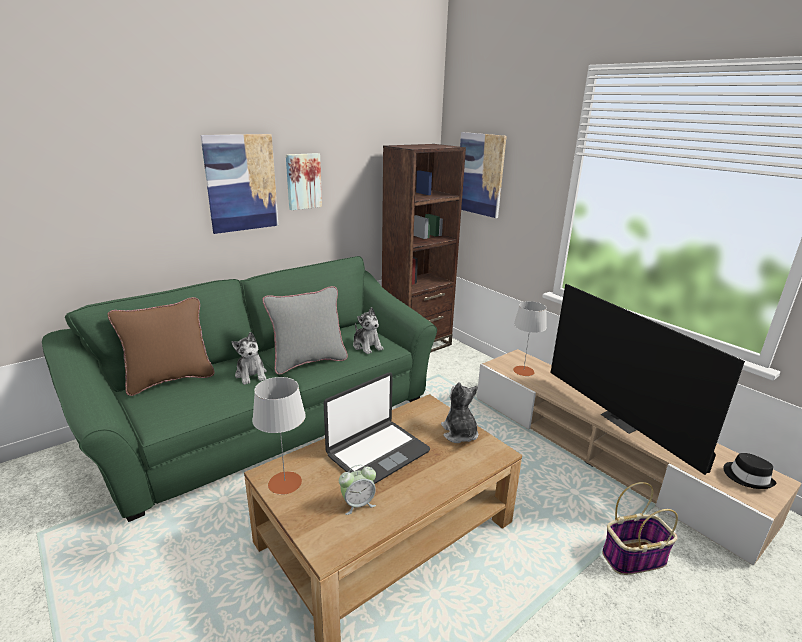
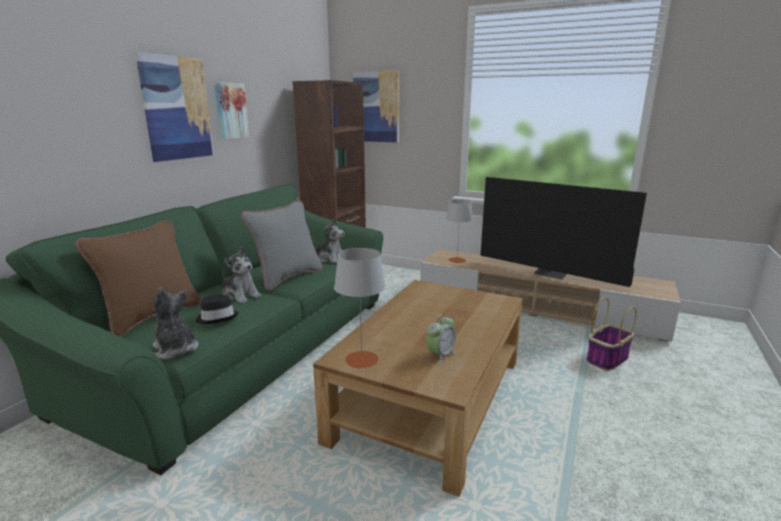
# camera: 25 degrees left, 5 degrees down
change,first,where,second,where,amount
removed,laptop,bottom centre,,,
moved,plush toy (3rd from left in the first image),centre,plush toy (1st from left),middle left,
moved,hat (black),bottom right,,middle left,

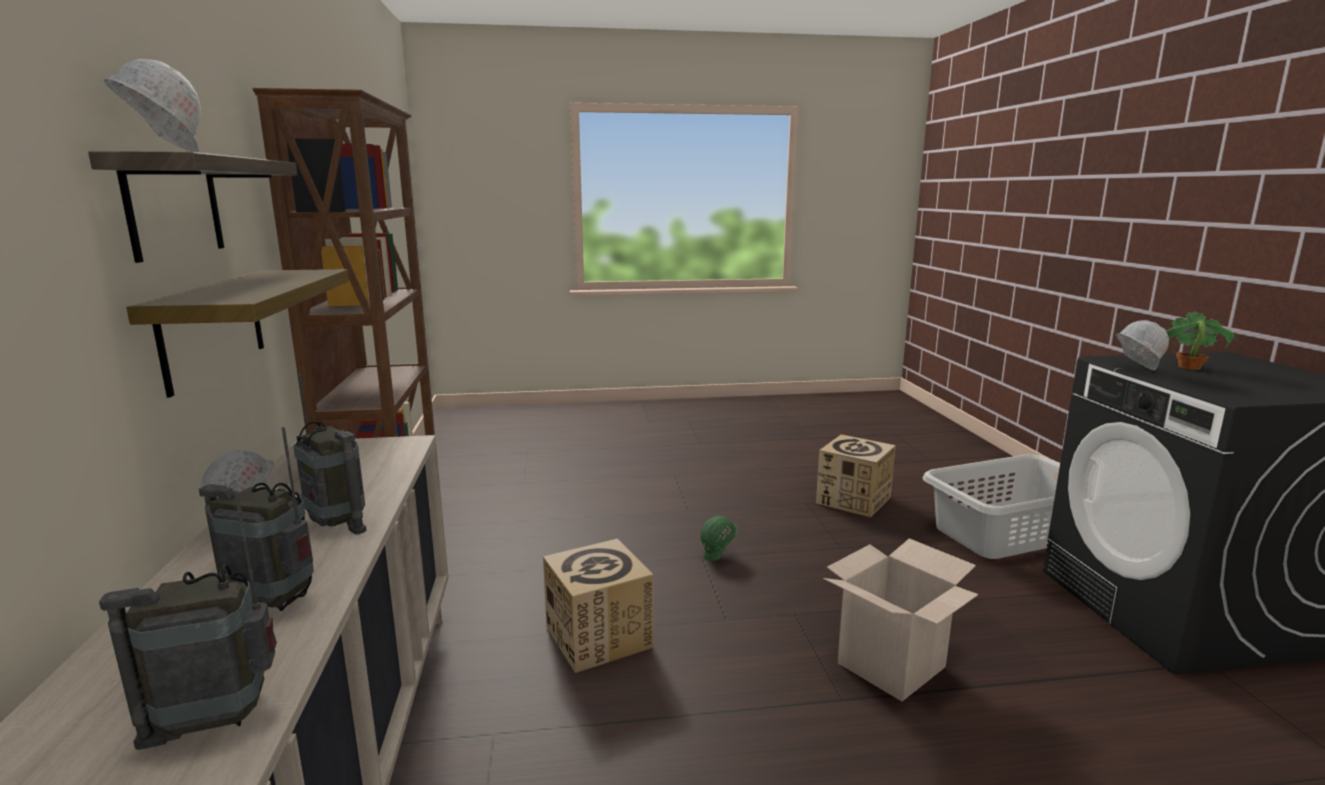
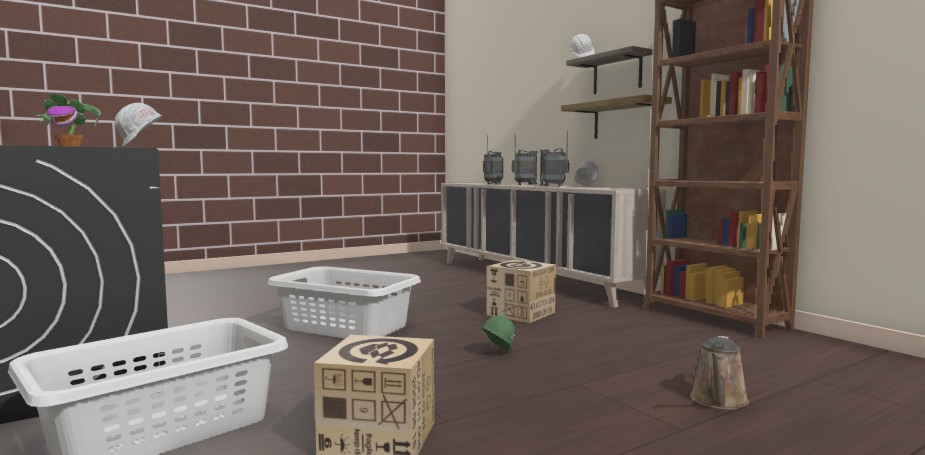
# camera: 155 degrees right, 10 degrees down
change,first,where,second,where,amount
replaced,cardboard box (3rd from left),bottom right,laundry basket (grey) (2nd from left),centre,
added,,,watering can (brown),bottom right,

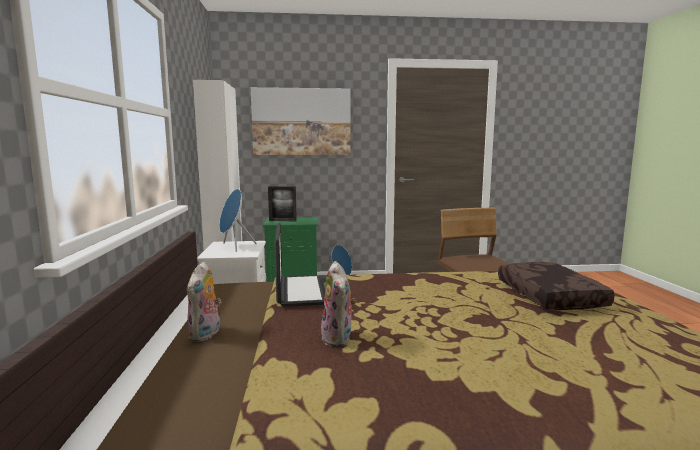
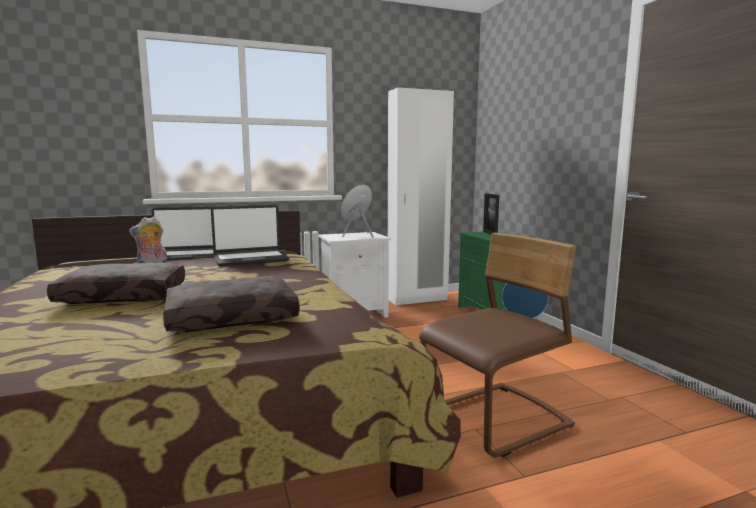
# camera: 75 degrees right, 0 degrees up
change,first,where,second,where,amount
removed,picture,top centre,,,
replaced,plush toy (1st from left),bottom left,laptop (1st from left),middle left,
added,,,pillow (brown) (1st from left),middle left,

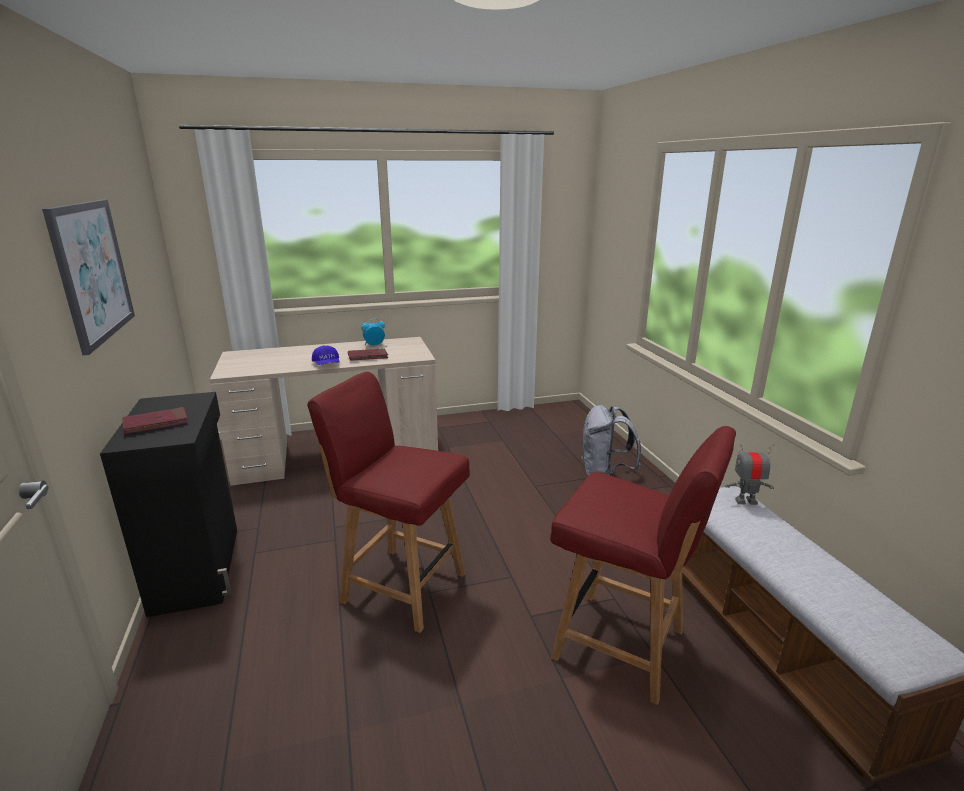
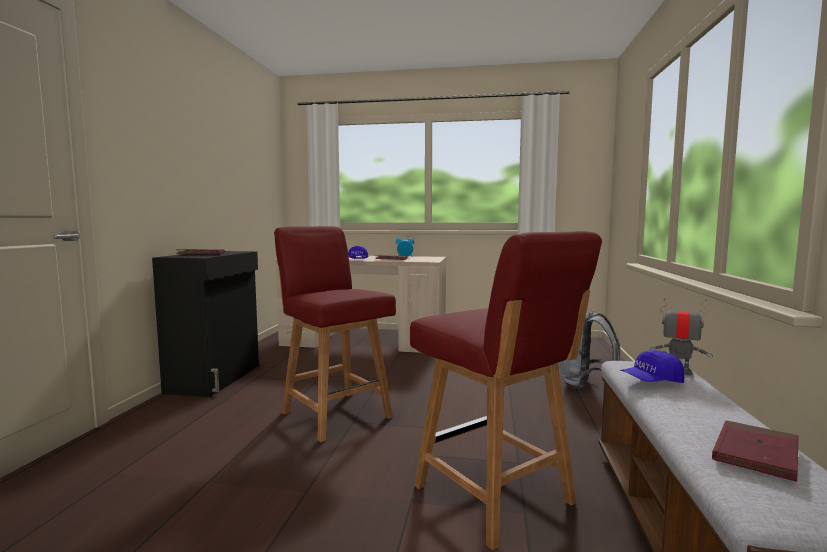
# camera: 25 degrees right, 15 degrees down
change,first,where,second,where,amount
removed,picture,middle left,,,
added,,,cap (blue) (2nd from left),middle right,
added,,,book (red) (3rd from left),bottom right,

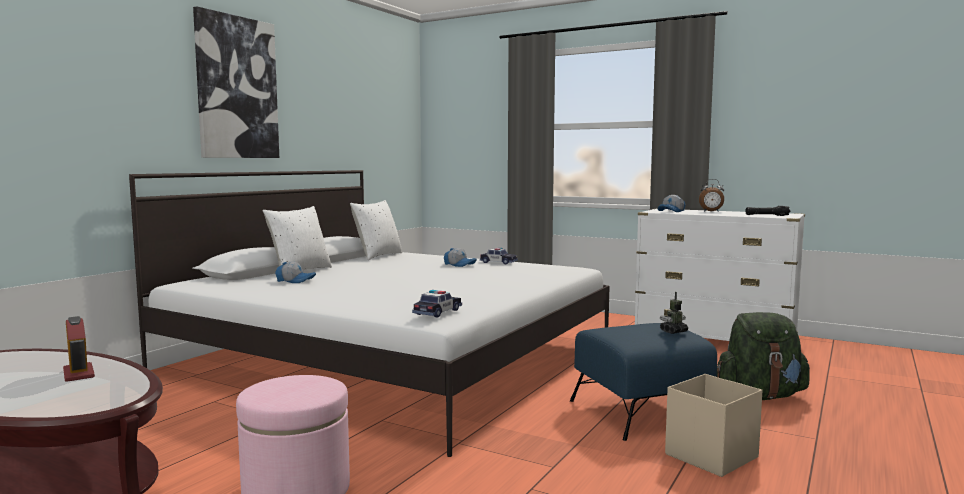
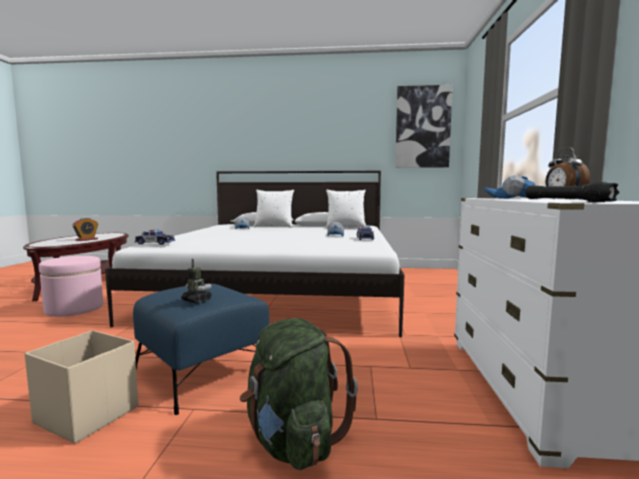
# camera: 65 degrees right, 0 degrees up
change,first,where,second,where,amount
moved,picture,top left,,top centre,

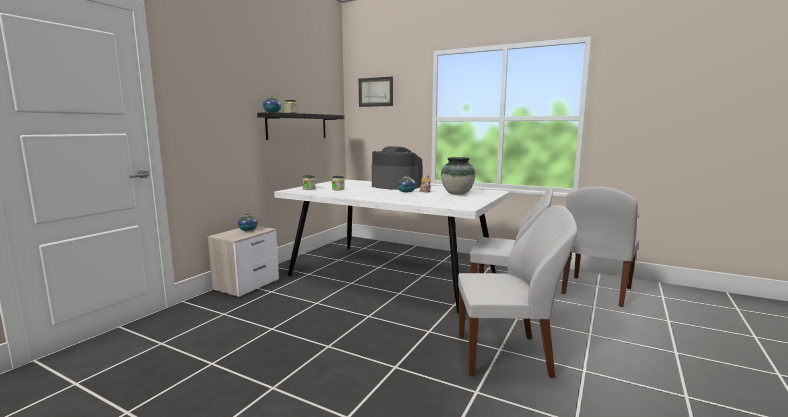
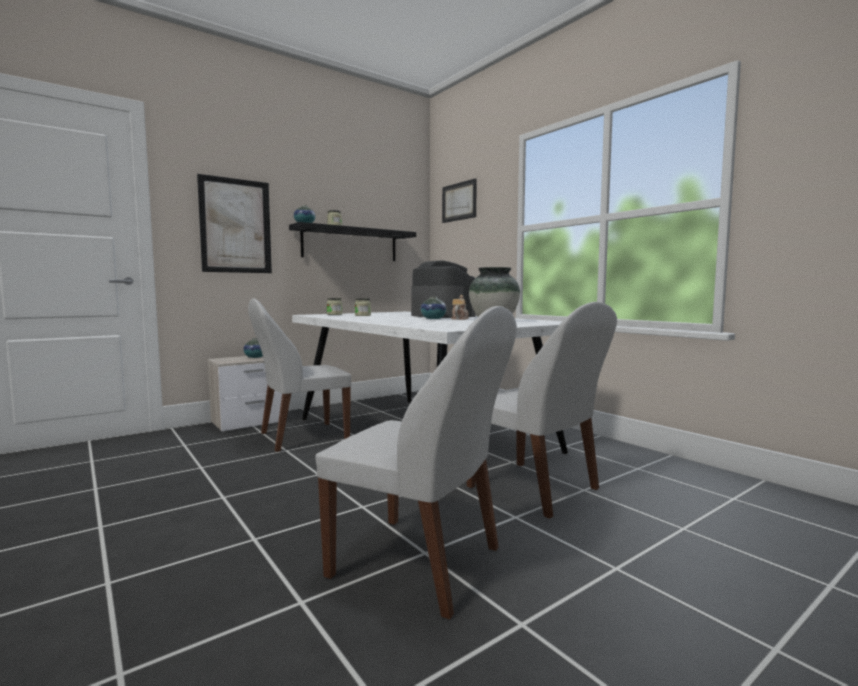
# camera: 25 degrees right, 5 degrees down
change,first,where,second,where,amount
moved,chair (white) (3rd from left in the first image),middle right,chair (white) (1st from left),centre,
added,,,picture (1st from left),top left,

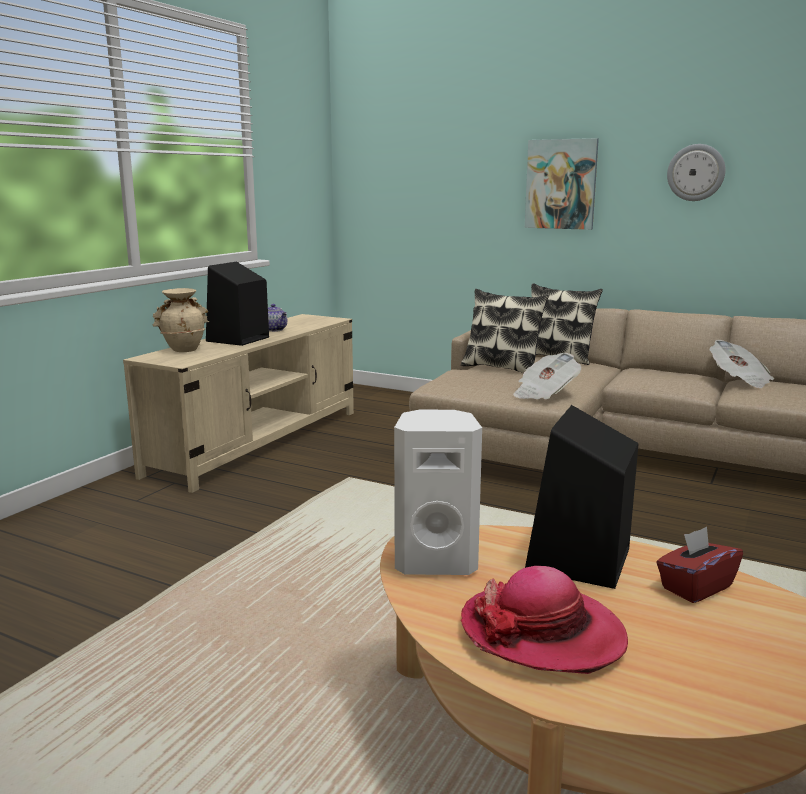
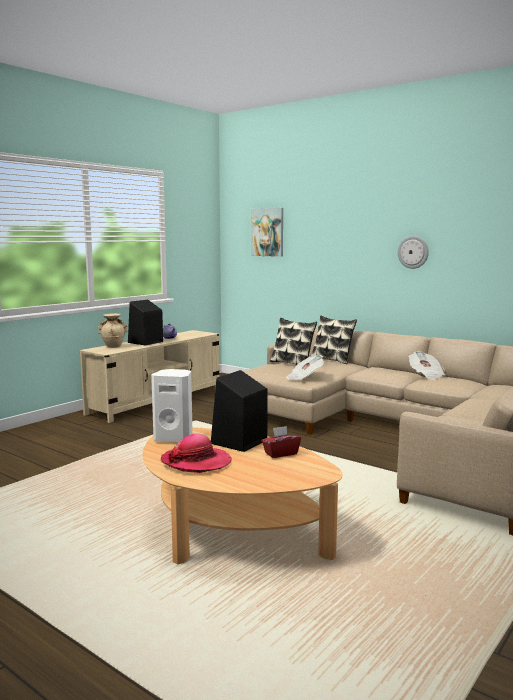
# camera: 10 degrees right, 5 degrees down
change,first,where,second,where,amount
moved,picture,top right,,top centre,

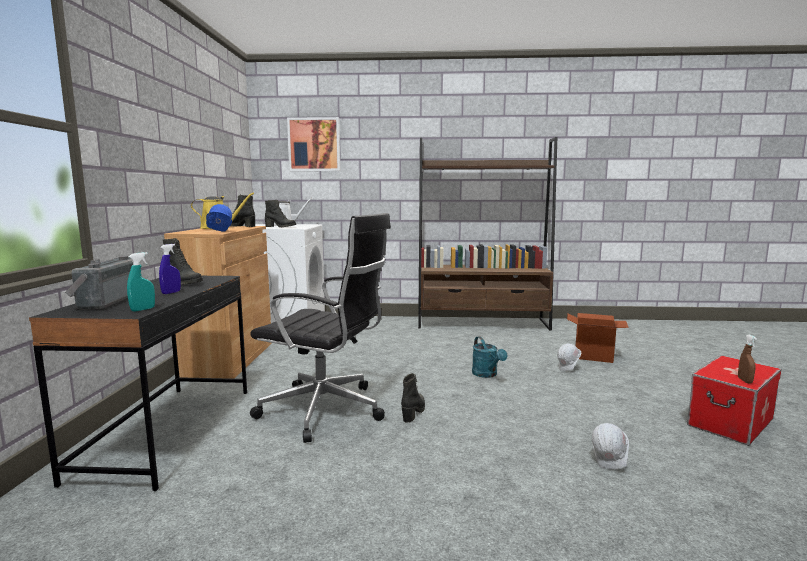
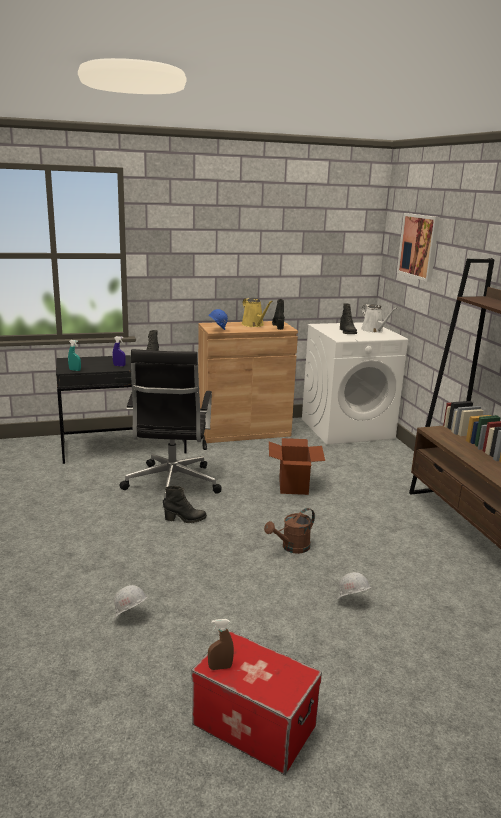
# camera: 70 degrees right, 10 degrees up
change,first,where,second,where,amount
removed,radio,middle left,,,
moved,cardboard box,middle right,,centre,
recoloured,watering can (turquoise),centre,watering can (brown),centre,

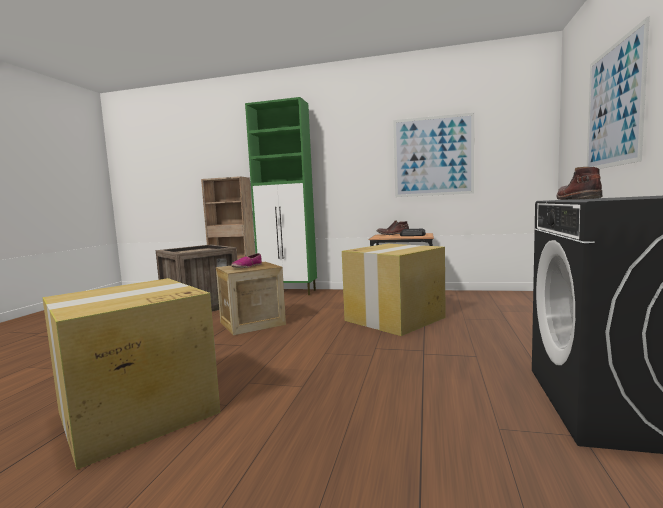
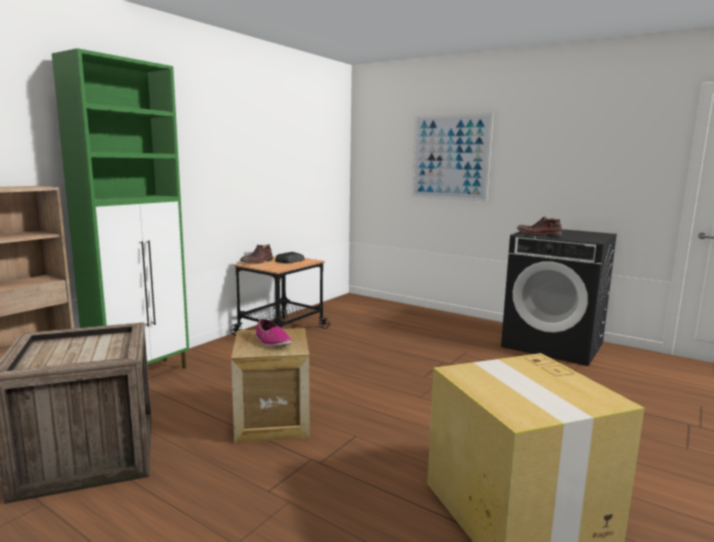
# camera: 70 degrees left, 5 degrees up
change,first,where,second,where,amount
removed,picture (1st from left),top centre,,,
removed,cardboard box (2nd from left),centre,,,

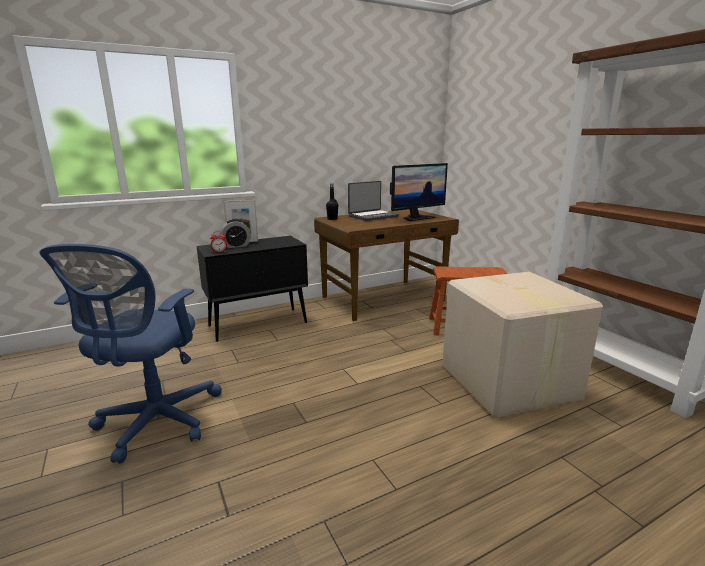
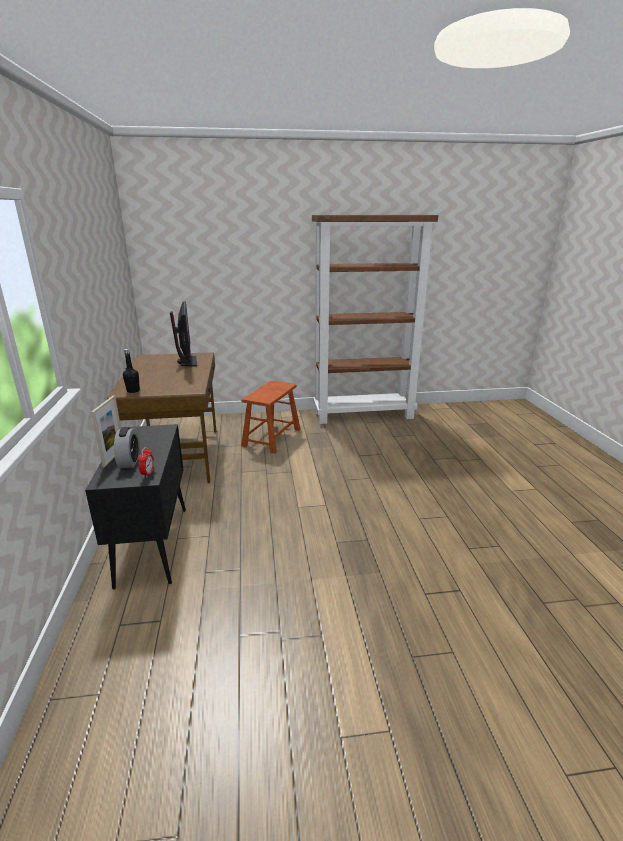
# camera: 70 degrees left, 5 degrees up
change,first,where,second,where,amount
removed,laptop,centre,,,
removed,office chair (blue),middle left,,,
removed,cardboard box,middle right,,,

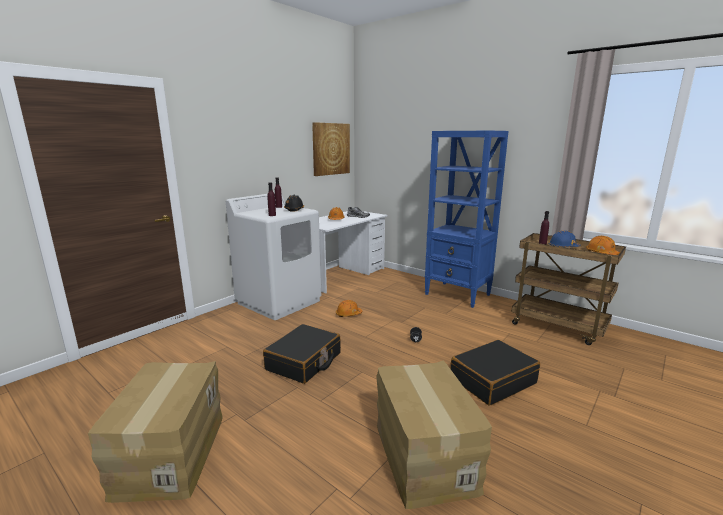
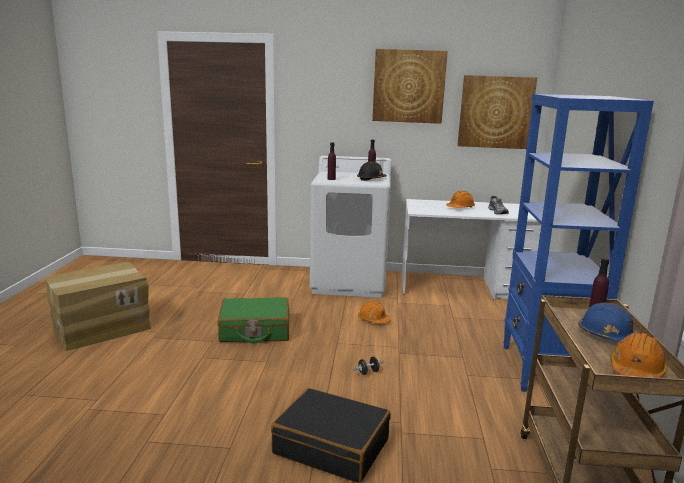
# camera: 55 degrees right, 0 degrees up
change,first,where,second,where,amount
recoloured,suitcase (black) (1st from left),bottom centre,suitcase (green),centre,
removed,cardboard box (2nd from left),bottom centre,,,
added,,,picture (1st from left),top centre,

